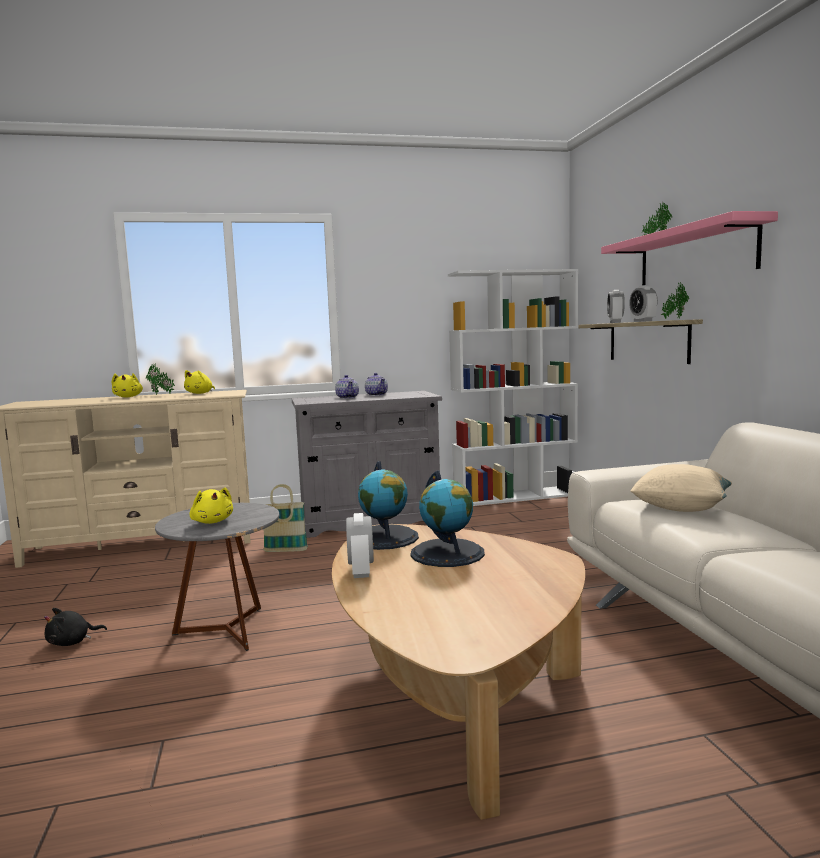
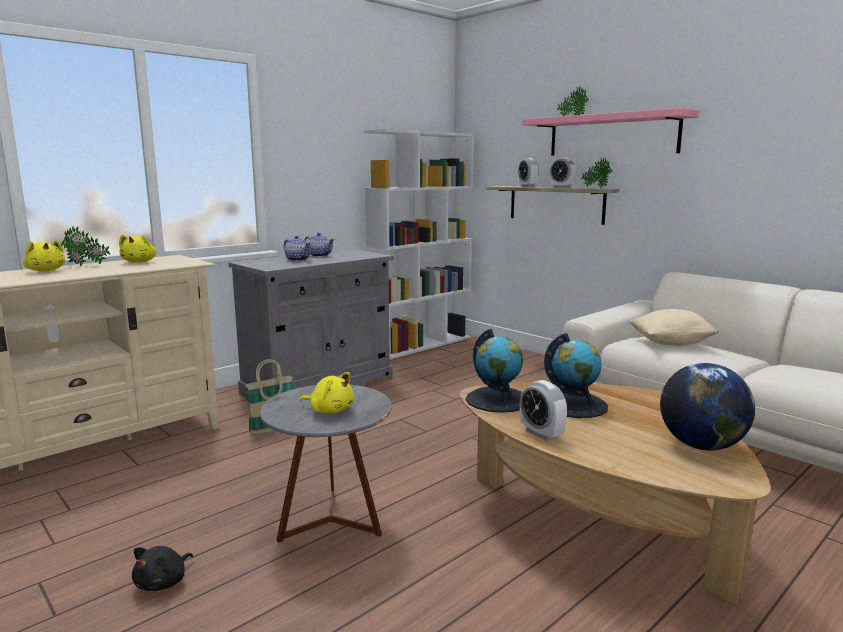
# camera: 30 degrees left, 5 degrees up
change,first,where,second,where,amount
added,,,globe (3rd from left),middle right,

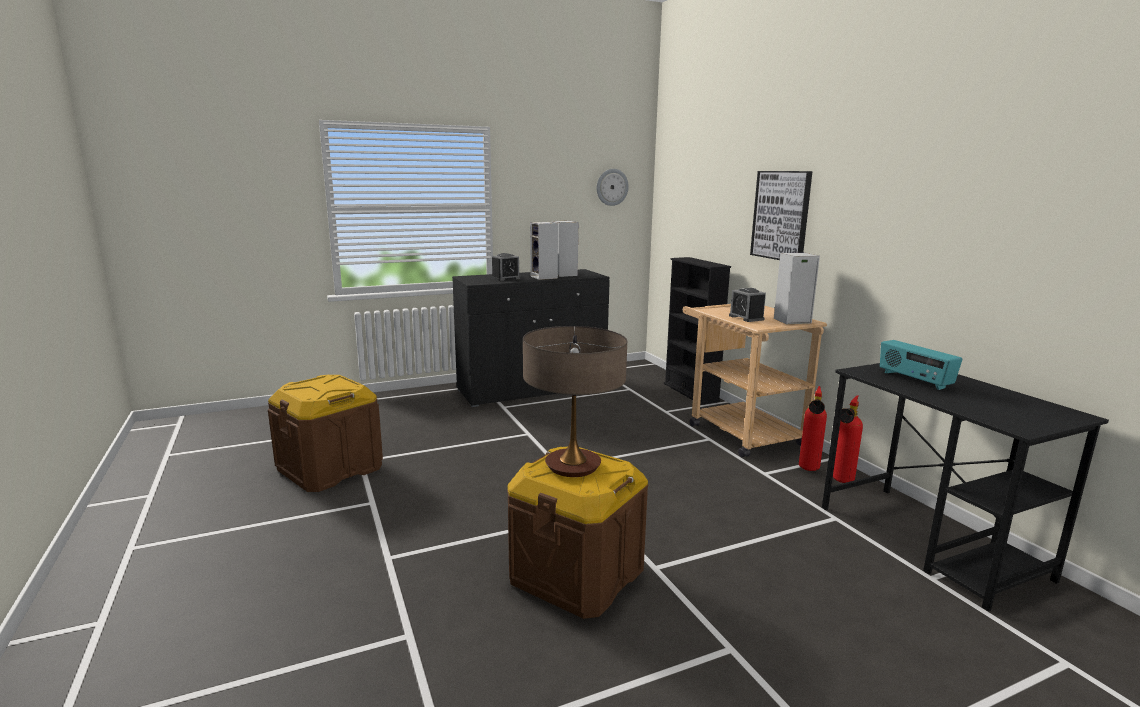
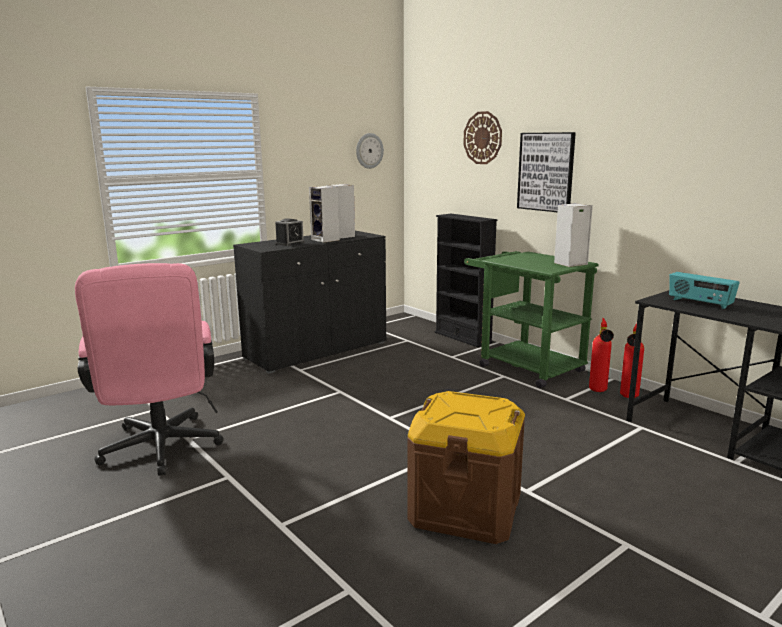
# camera: 15 degrees left, 0 degrees up
change,first,where,second,where,amount
removed,alarm clock (2nd from left),centre,,,
recoloured,cart (beige),centre,cart (green),middle right,
removed,table lamp,centre,,,
replaced,storage box (brown) (1st from left),middle left,office chair (pink),middle left,
added,,,wall clock (2nd from left),top centre,

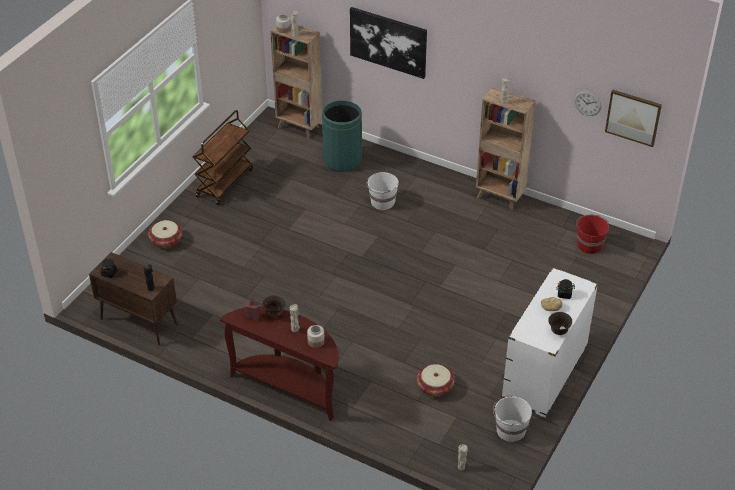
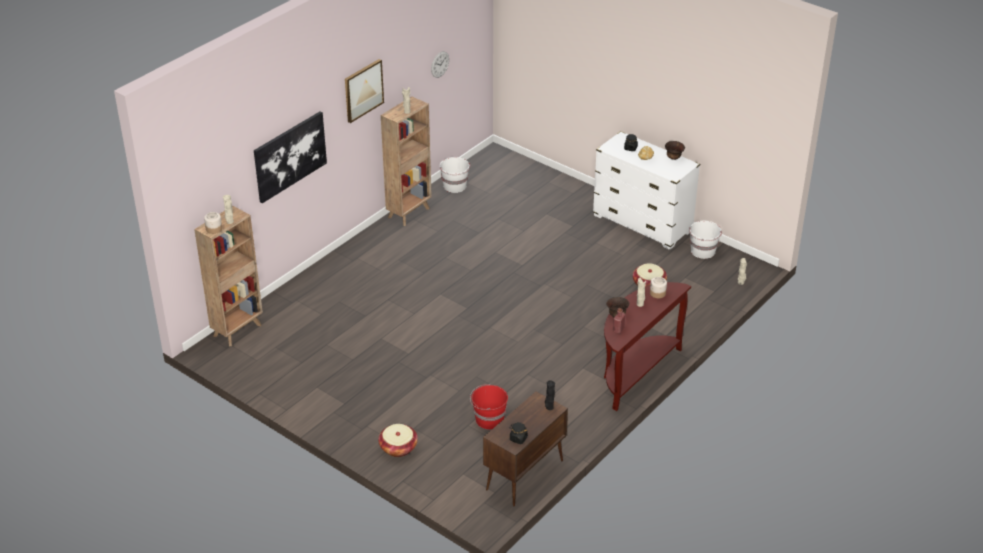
# camera: 80 degrees left, 5 degrees down
change,first,where,second,where,amount
moved,picture (2nd from left),top right,,top centre,
removed,trash can (green),top centre,,,
removed,cart (brown),top left,,,
moved,bucket (white) (1st from left),centre,,top centre,
moved,bucket (red),middle right,,bottom centre,

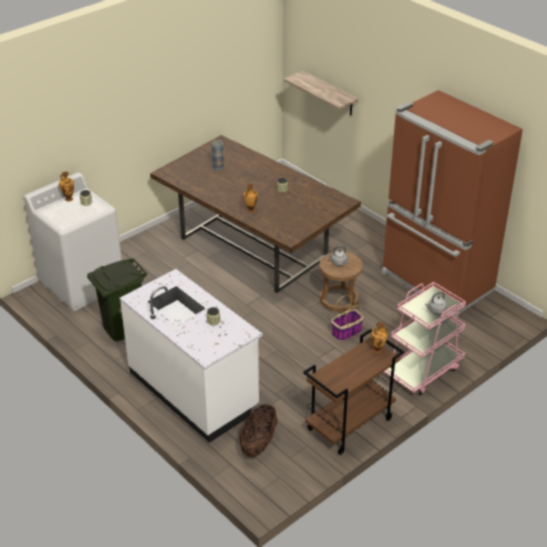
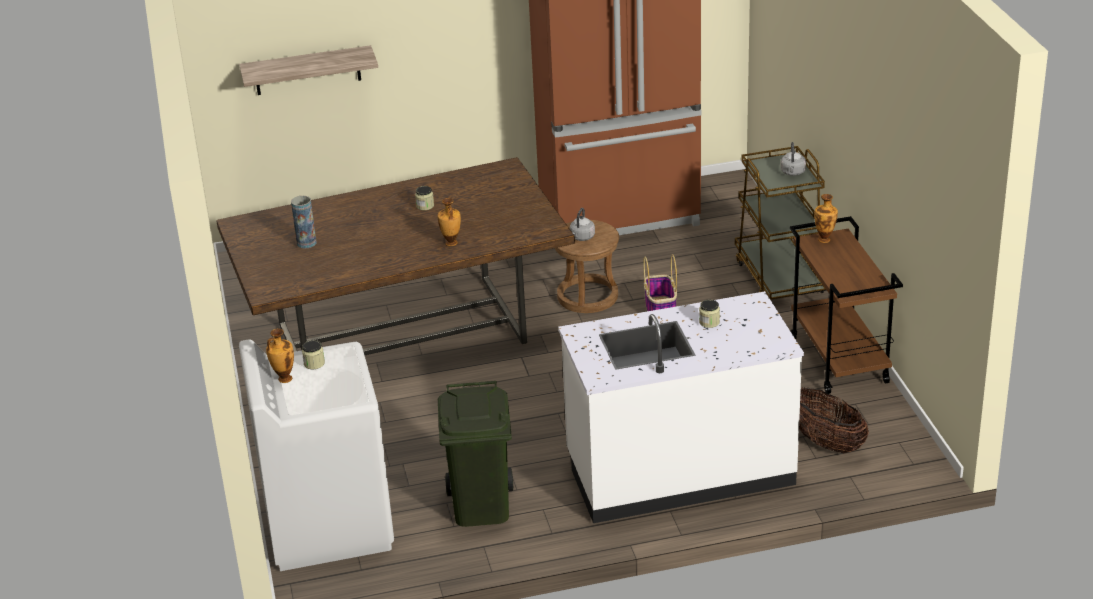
# camera: 60 degrees left, 5 degrees down
change,first,where,second,where,amount
recoloured,cart (pink),middle right,cart (brown) (1st from left),middle right,

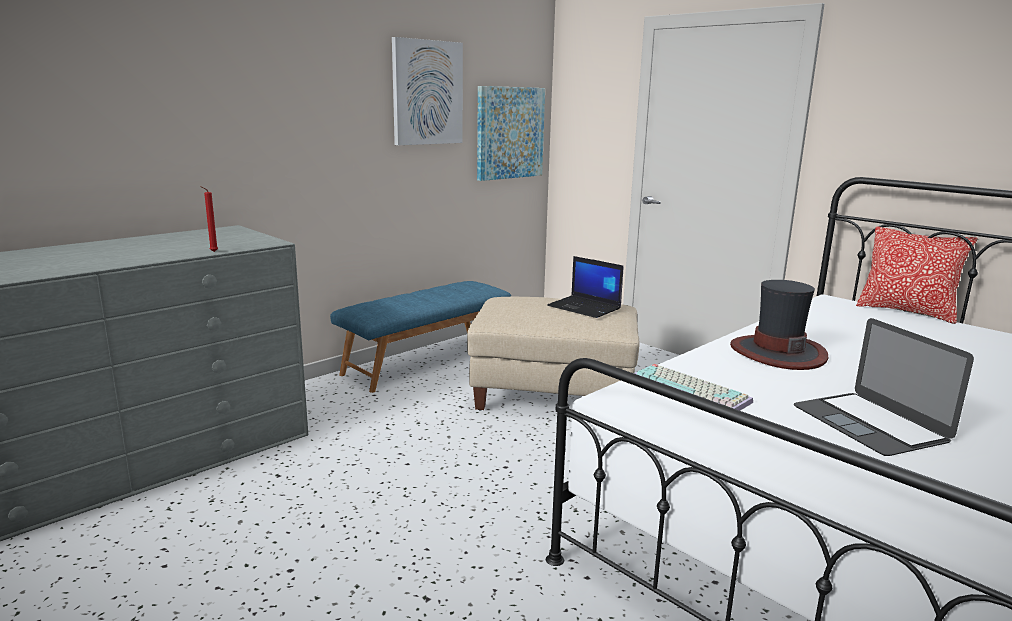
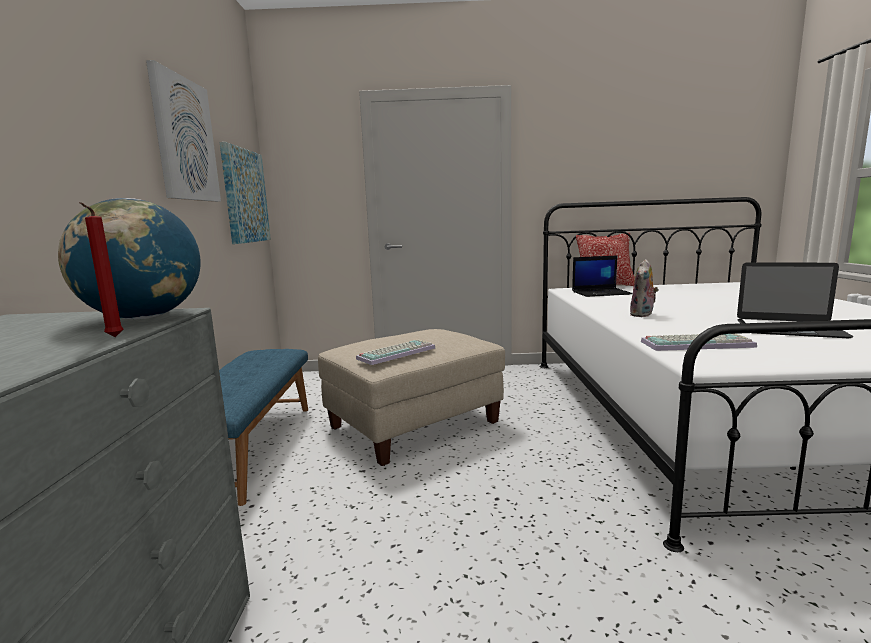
# camera: 45 degrees left, 5 degrees down
change,first,where,second,where,amount
moved,laptop (1st from left),centre,,middle right,
replaced,hat,middle right,plush toy,middle right,
added,,,globe,middle left,
added,,,keyboard (1st from left),centre,

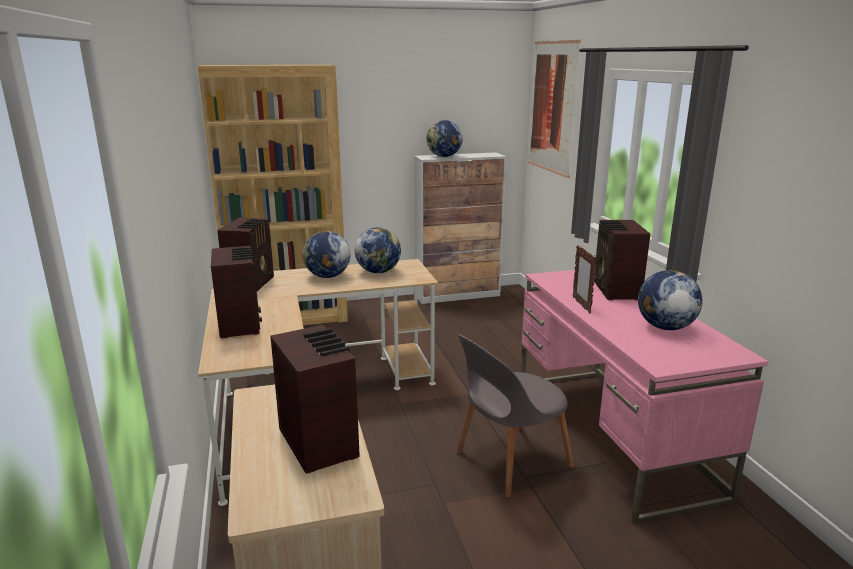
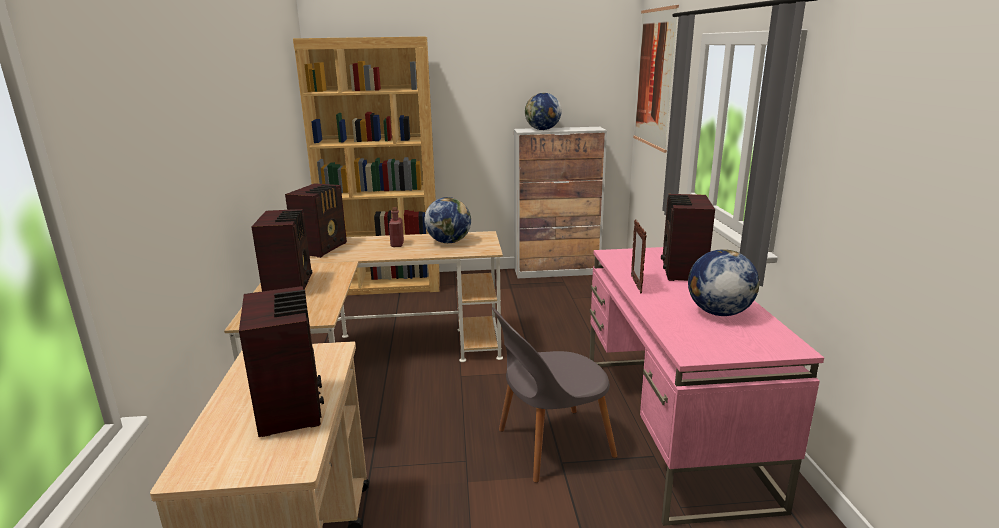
# camera: 10 degrees right, 0 degrees up
change,first,where,second,where,amount
replaced,globe (1st from left),centre,bottle (red),centre,

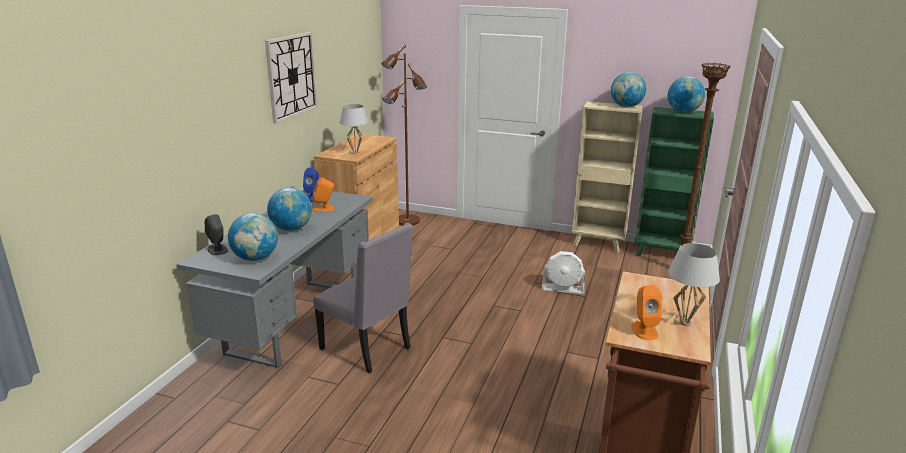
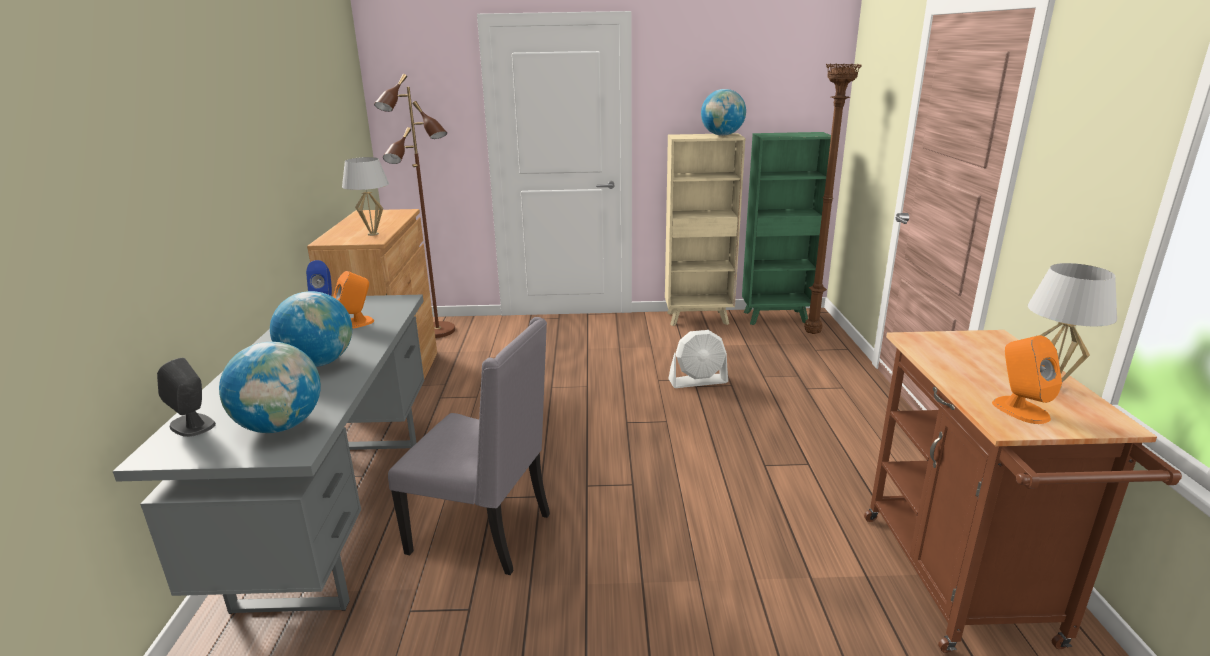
# camera: 20 degrees left, 0 degrees up
change,first,where,second,where,amount
removed,wall clock,top left,,,
removed,globe (4th from left),top right,,,

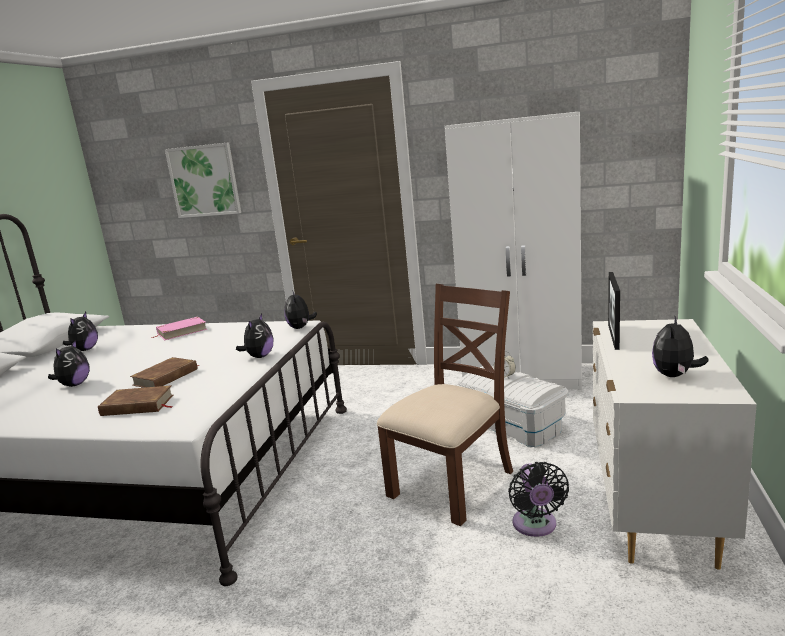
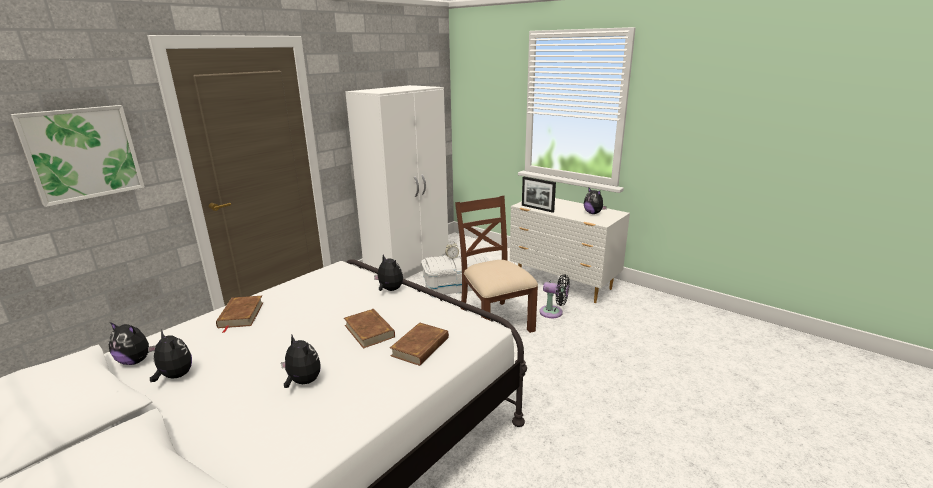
# camera: 65 degrees left, 5 degrees up
change,first,where,second,where,amount
moved,plush toy (4th from left in the first image),centre,plush toy (1st from left),bottom left,
recoloured,book (pink),middle left,book (brown) (1st from left),middle left,

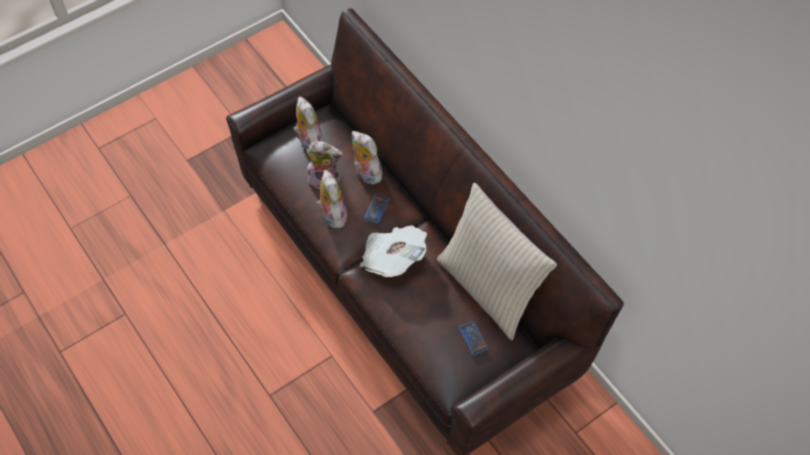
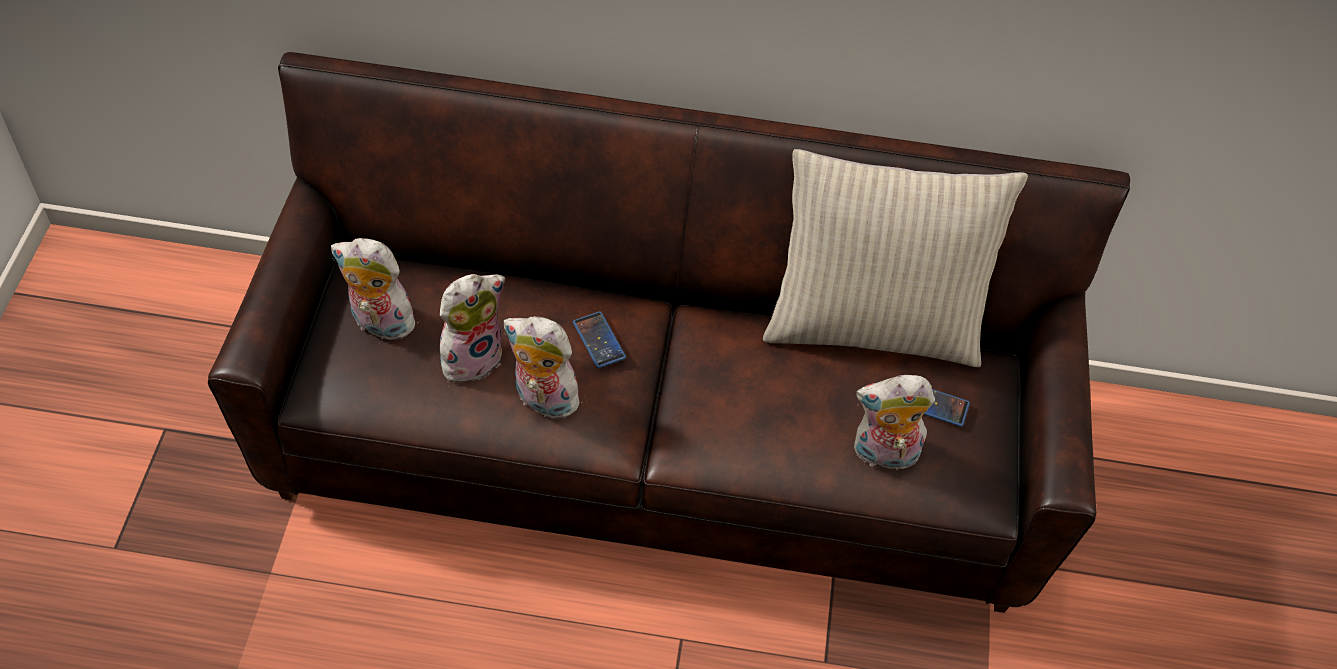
# camera: 50 degrees left, 5 degrees down
change,first,where,second,where,amount
moved,plush toy (4th from left),centre,,middle right,
removed,newspaper,centre,,,

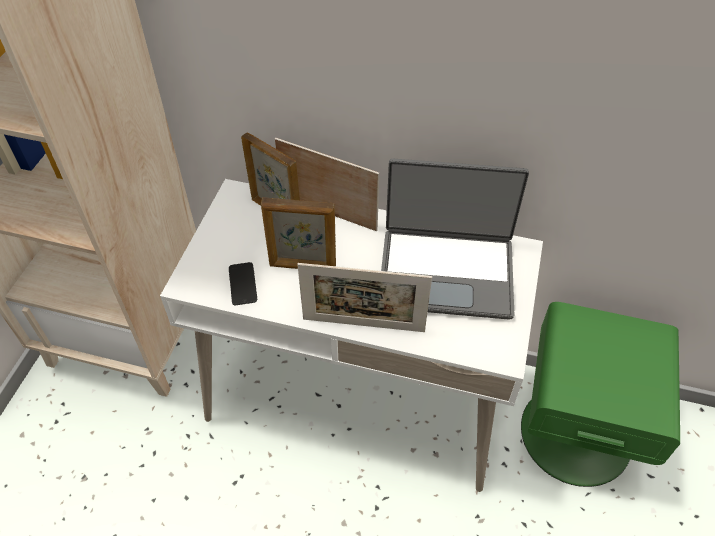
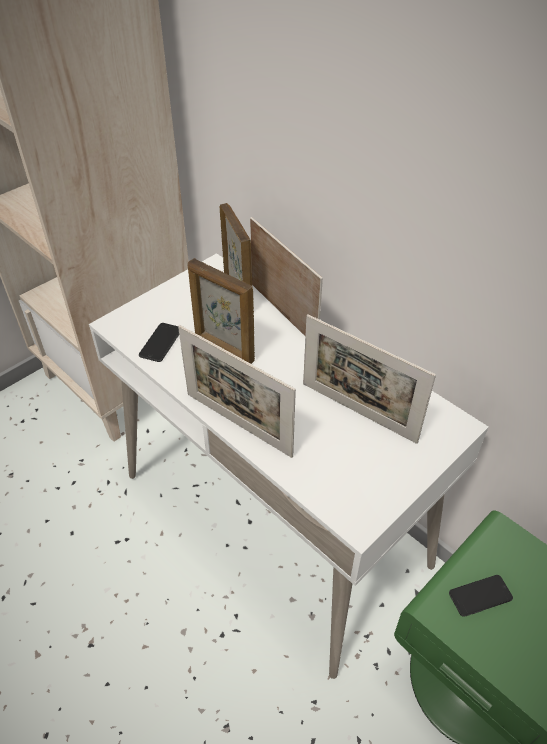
# camera: 30 degrees right, 5 degrees down
change,first,where,second,where,amount
replaced,laptop,centre,picture frame (5th from left),middle right,
added,,,phone (2nd from left),bottom right,

